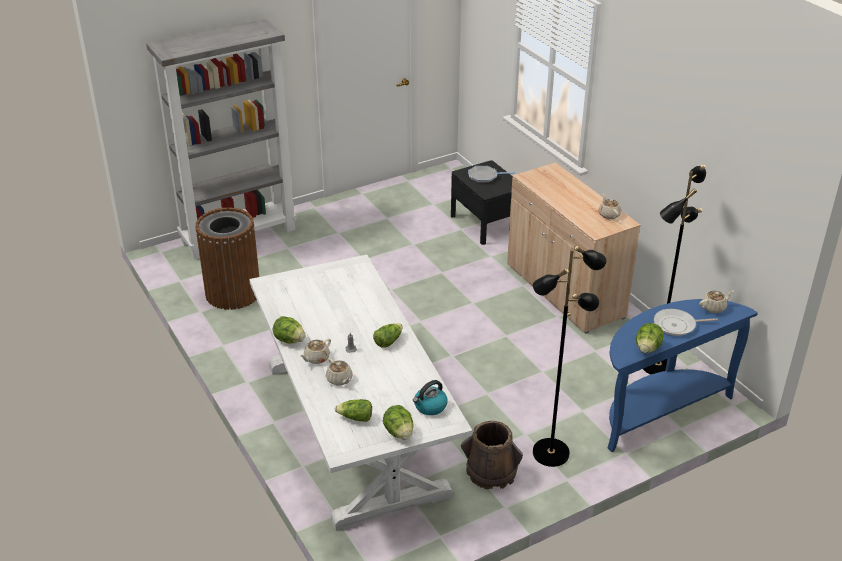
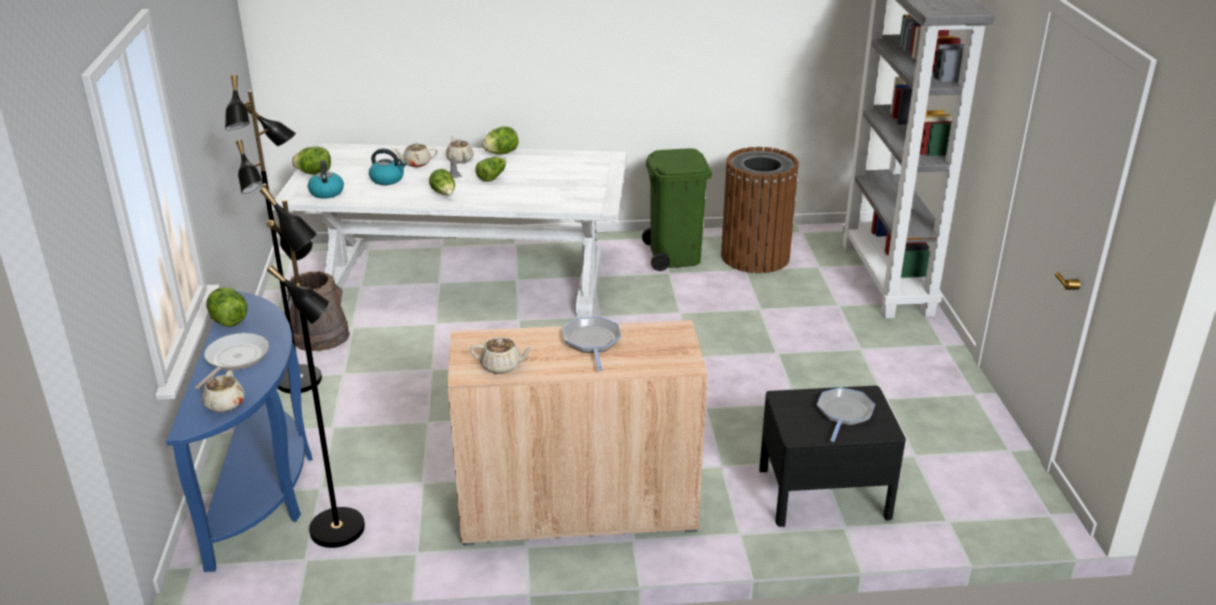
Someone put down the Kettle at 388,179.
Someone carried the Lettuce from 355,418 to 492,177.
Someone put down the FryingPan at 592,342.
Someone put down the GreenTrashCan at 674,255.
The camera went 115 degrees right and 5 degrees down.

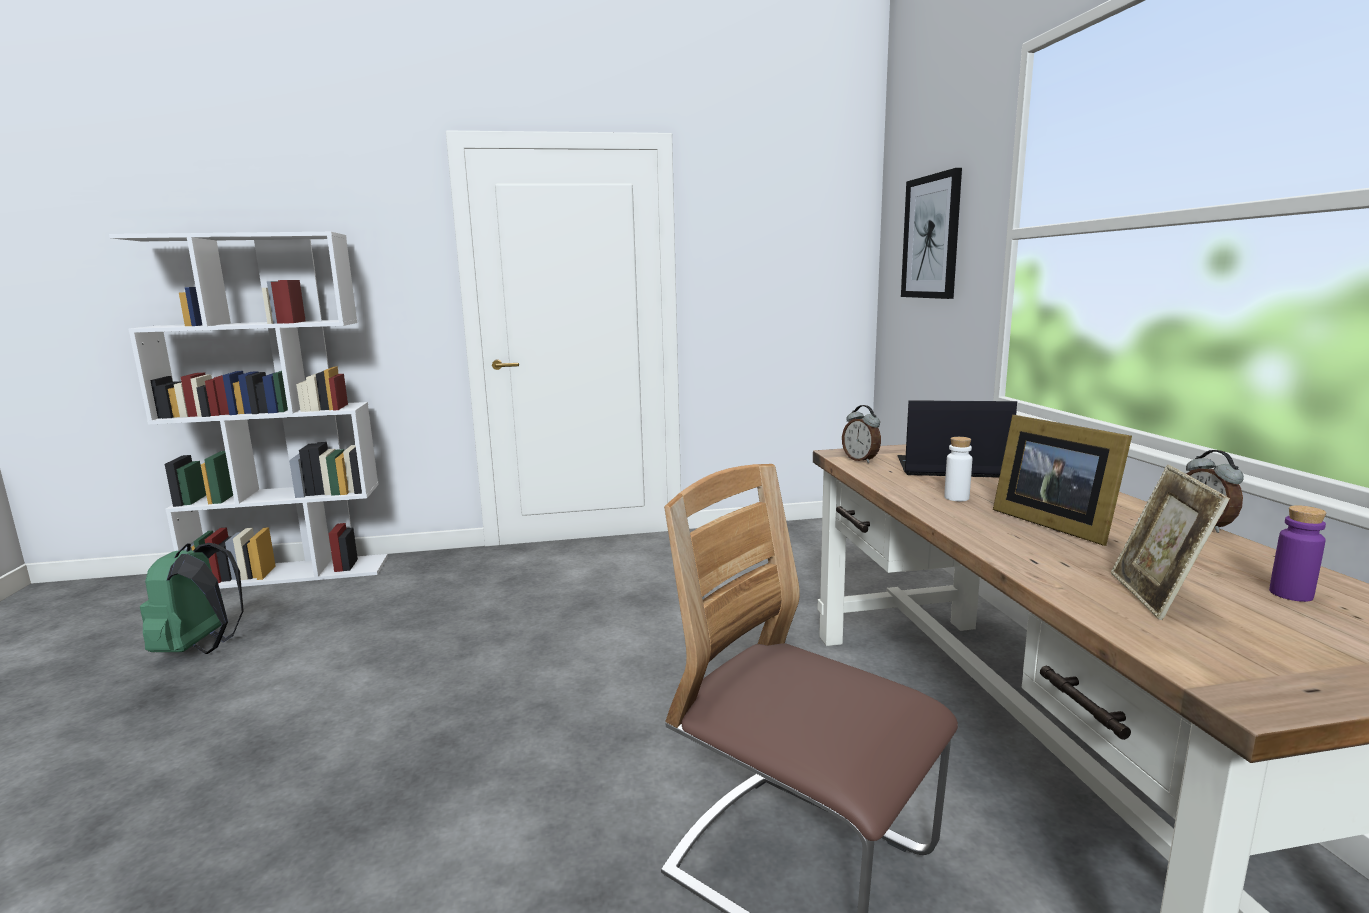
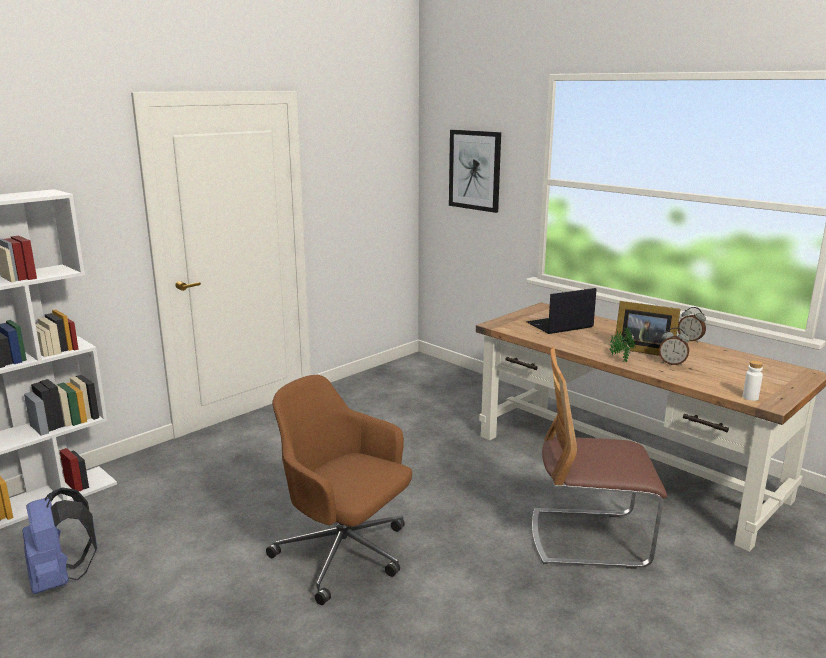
Someone repainted the GreenBackpack at 200,647, which became the BlueBackpack at 60,579.
Someone put down the BrownOfficeChair at 345,554.
Someone put down the PottedPlant at 620,359.
Someone carried the AlarmClock from 861,460 to 672,363.
Someone carried the WhiteBottle from 956,498 to 750,397.
Someone took away the PictureFrame at 1156,597.
Someone took away the PurpleBottle at 1291,594.
The camera went 35 degrees left and 5 degrees up.

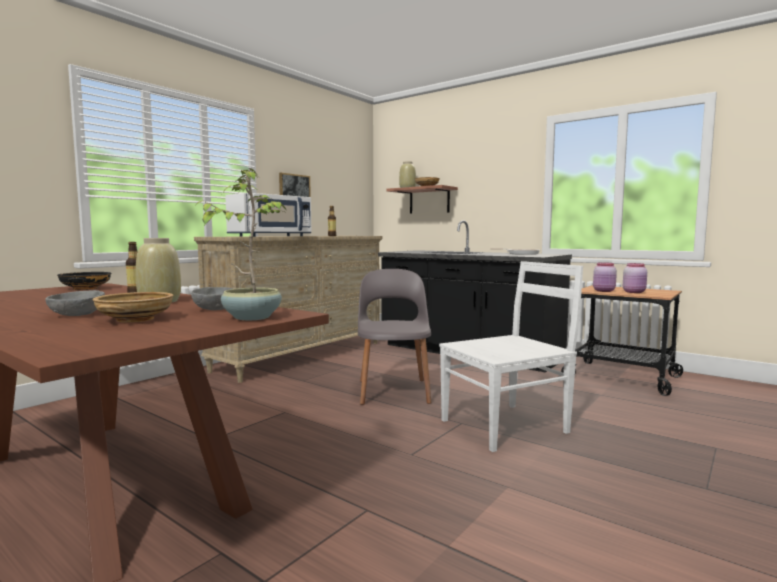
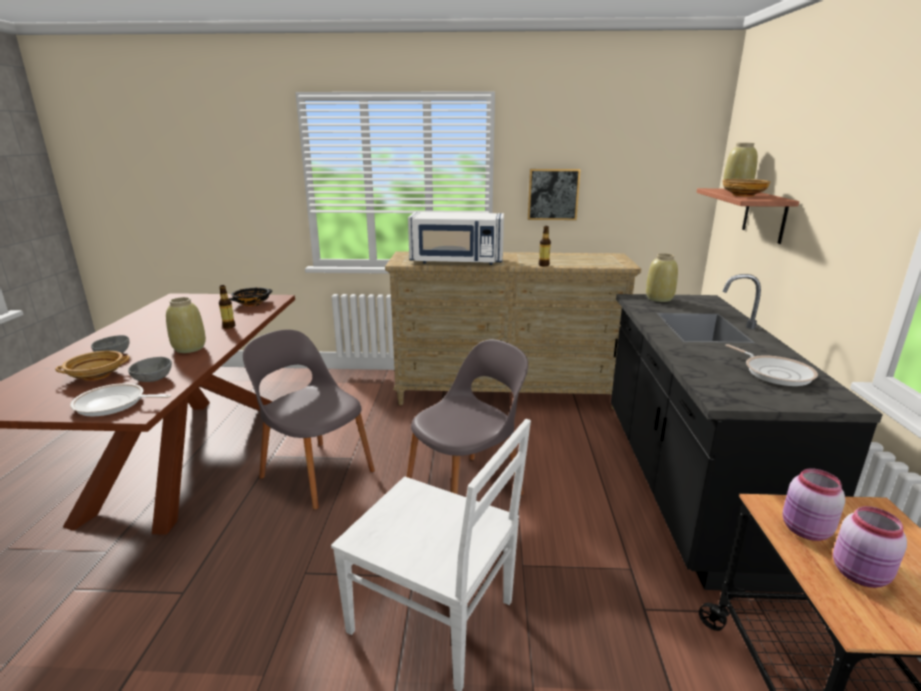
Someone swapped the PottedPlant at 251,317 for the FryingPan at 113,404.
Someone put down the GreyChair at 315,472.
Someone put down the BeigeVase at 659,298.
The camera went 55 degrees right and 15 degrees up.

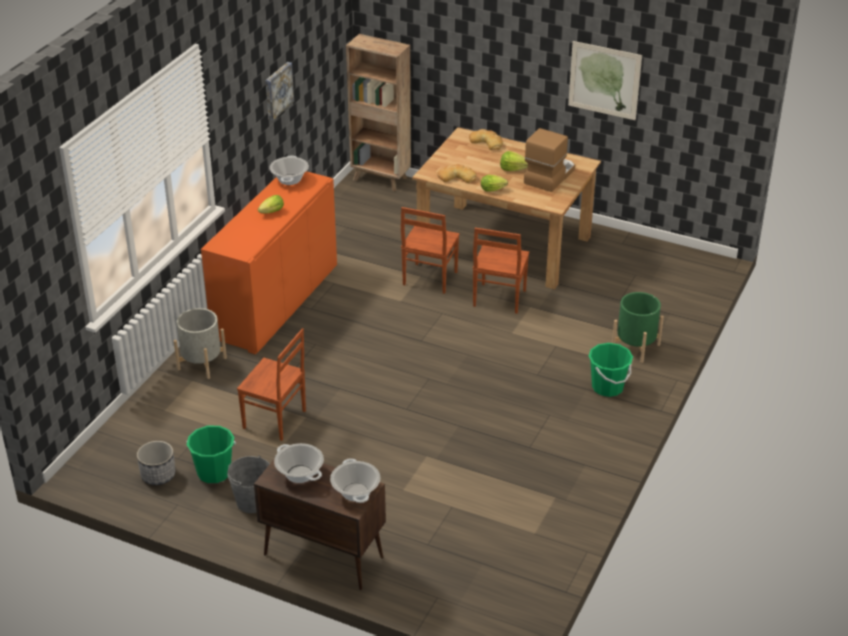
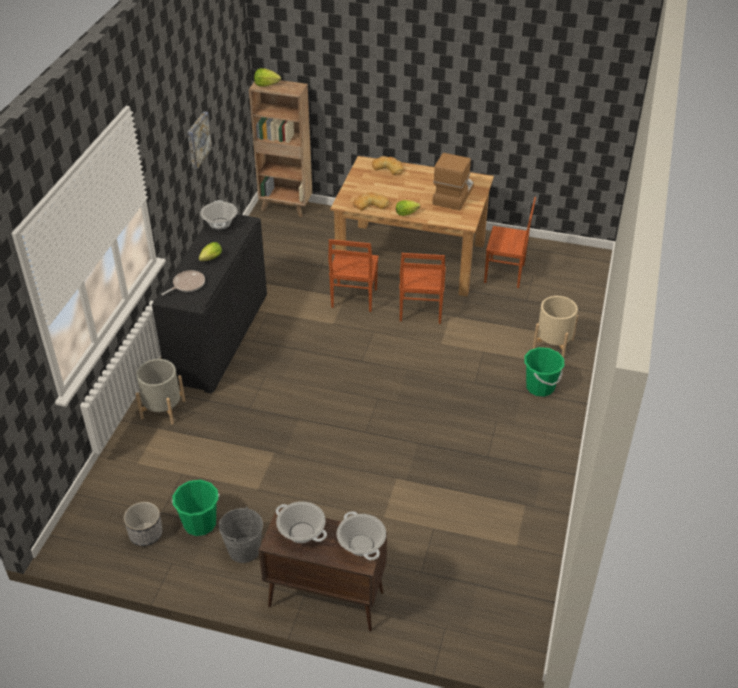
Someone repainted the OrangeCabinet at 276,302, which became the BlackCabinet at 219,338.
Someone put down the FryingPan at 187,284.
Someone carried the Lettuce from 513,169 to 266,84.
Someone carried the BrownChair from 275,420 to 505,274.
Someone repainted the GreenPlanter at 635,347, which became the BeigePlanter at 553,344.
Someone took away the Picture at 604,80.
The camera went 10 degrees left and 5 degrees up.

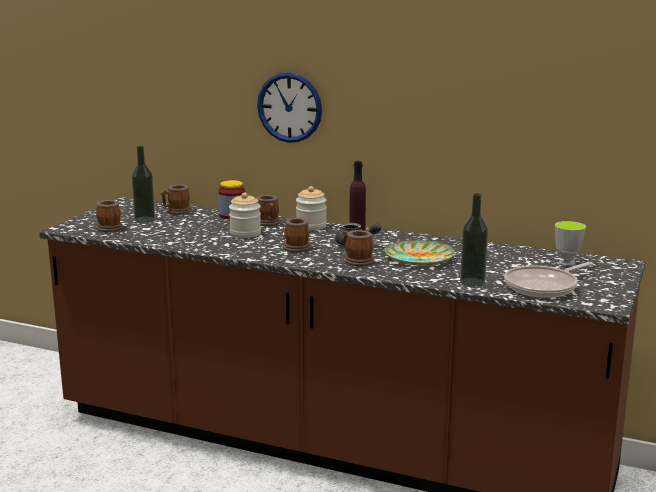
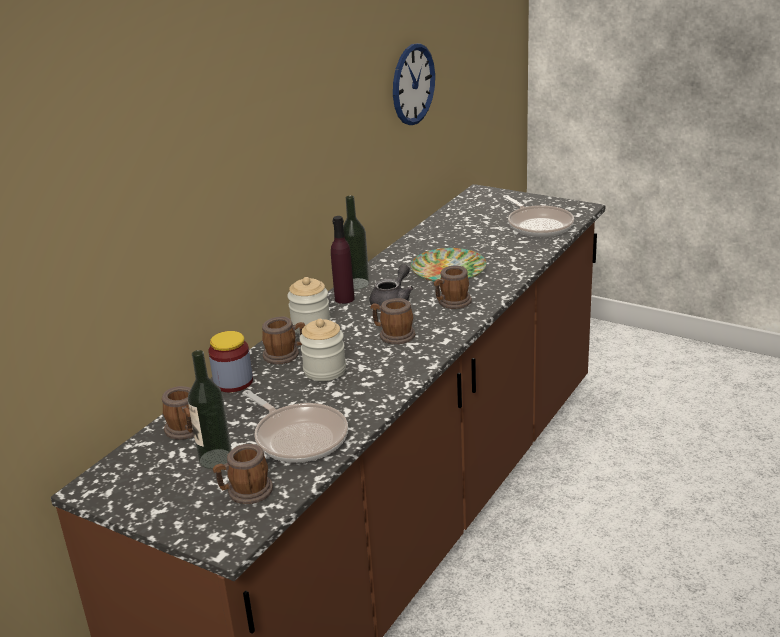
Someone put down the FryingPan at 298,437.
Someone carried the Bottle from 472,282 to 356,283.
Someone carried the WallClock from 289,107 to 413,84.
Someone took away the Cup at 567,263.
The camera went 80 degrees left and 10 degrees up.

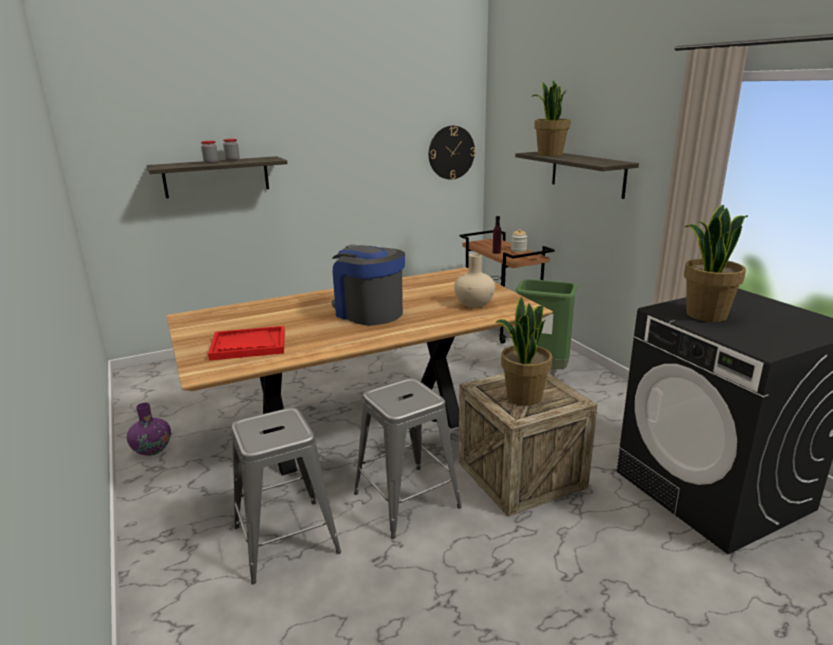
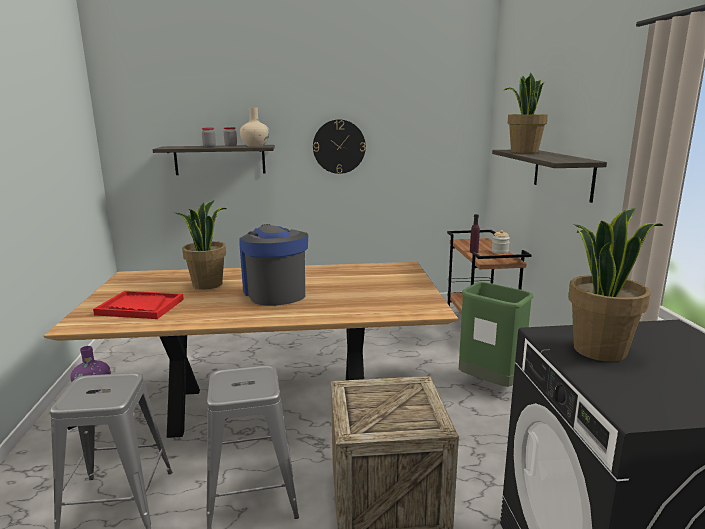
Someone carried the PottedPlant from 523,397 to 207,284.
Someone carried the BeigeVase from 474,304 to 255,146.
Someone carried the WallClock from 451,152 to 339,146.
The camera went 20 degrees right and 5 degrees down.

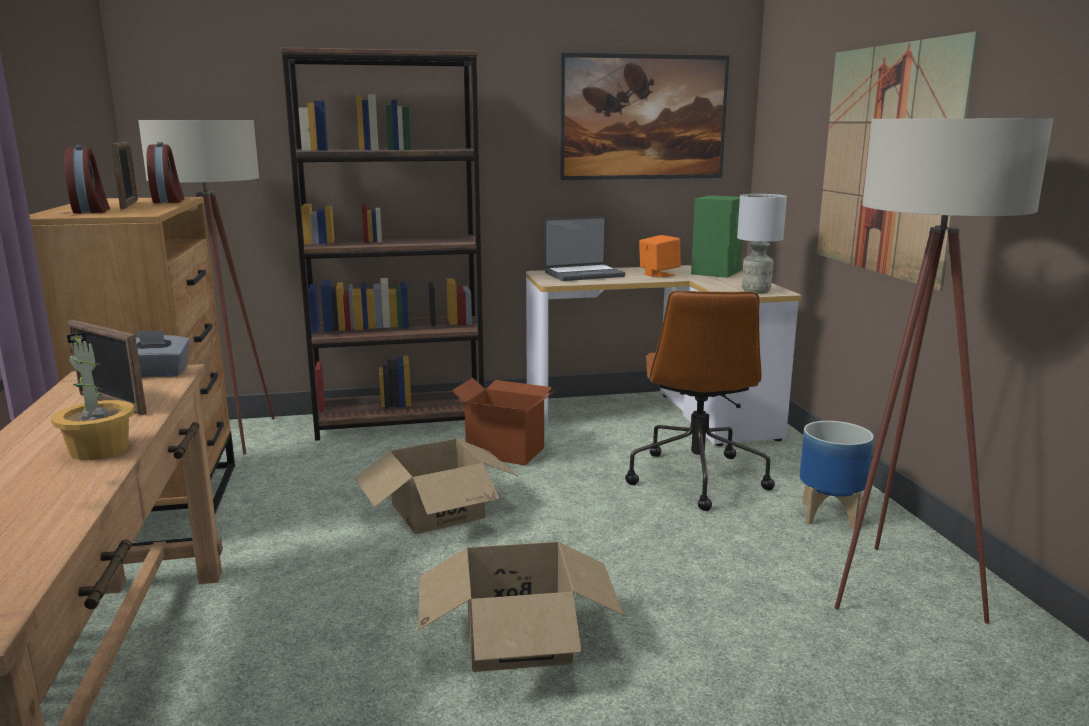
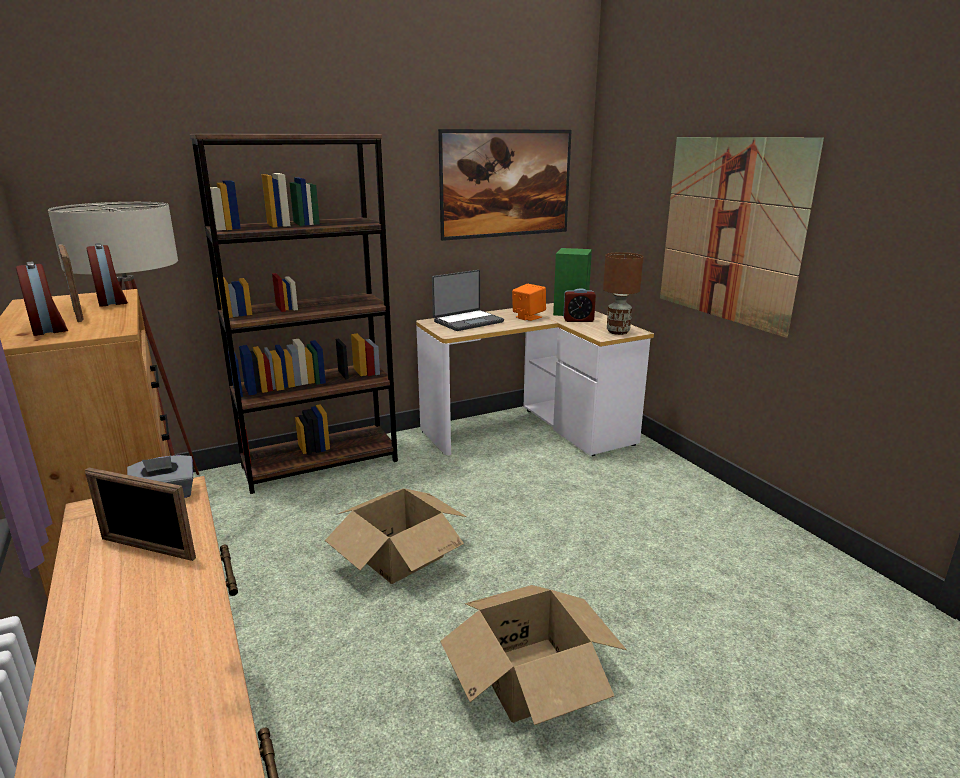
Someone put down the AlarmClock at 578,320.
Someone repainted the GreyTableLamp at 756,291, which became the BrownTableLamp at 618,332.
Someone took away the PottedPlant at 99,450.
Someone took away the CardboardBox at 505,451.
Someone took away the BrownOfficeChair at 696,477.
Someone took away the Planter at 829,516.
Someone took away the BeigeFloorLamp at 894,582.
The camera went 15 degrees left and 5 degrees up.

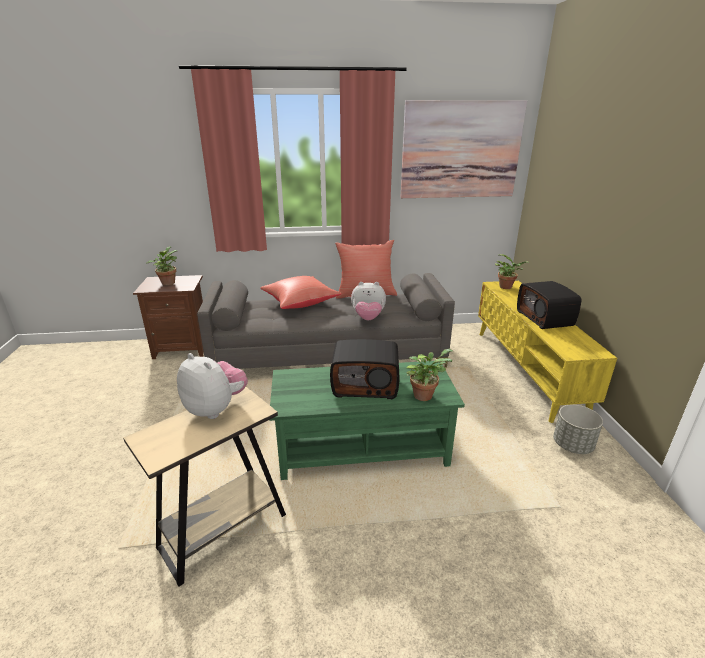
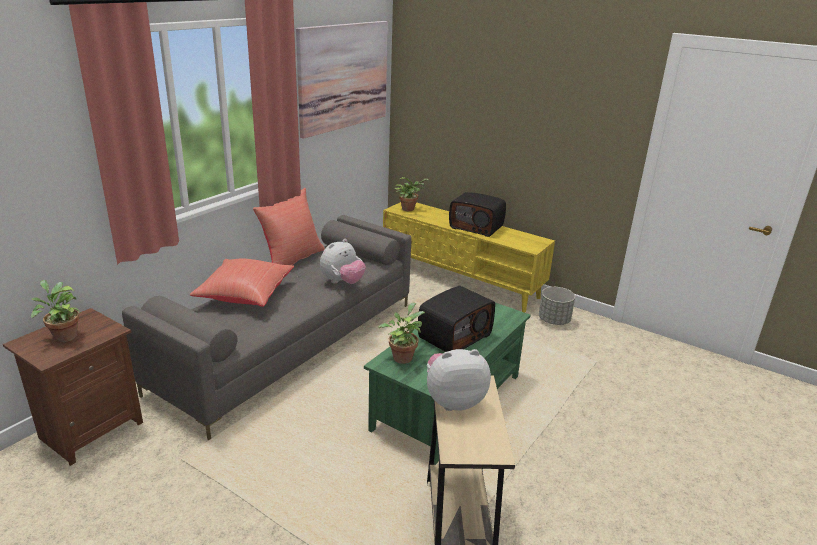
Someone carried the PottedPlant from 424,394 to 402,356.
The camera went 50 degrees left and 0 degrees up.

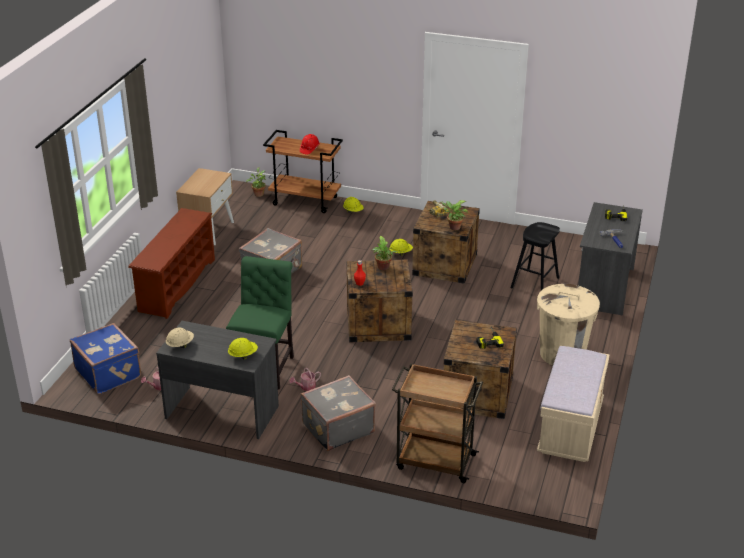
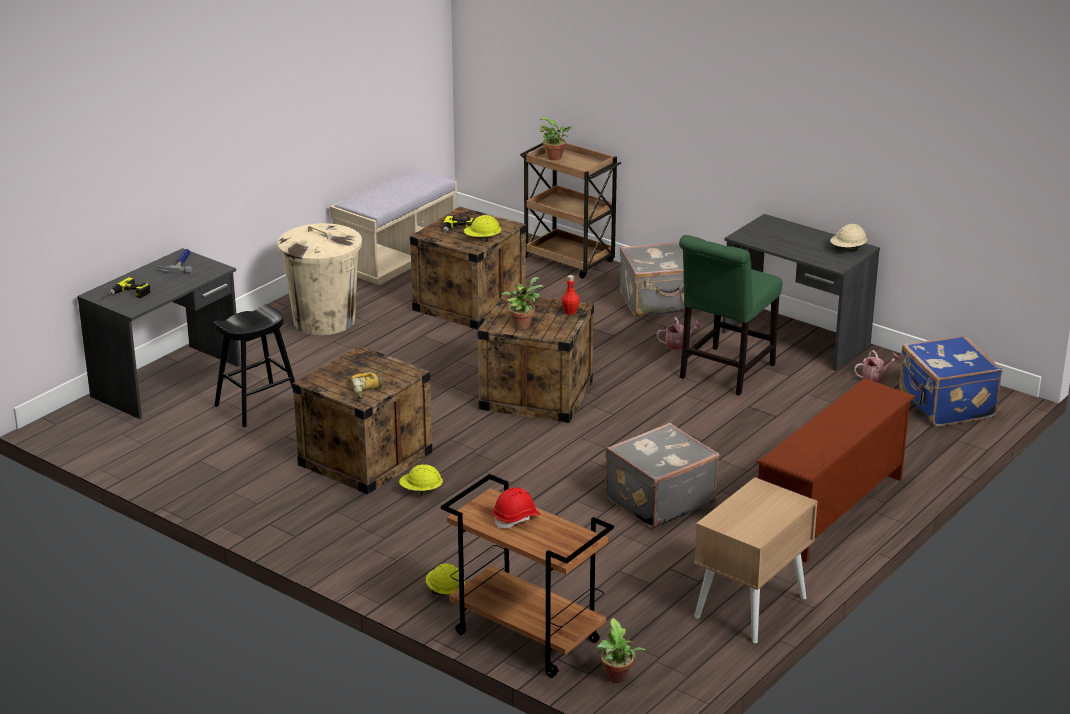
Someone carried the YellowHardHat from 243,355 to 482,239.
Someone carried the PottedPlant from 453,227 to 556,157.
The camera went 160 degrees left and 5 degrees down.

